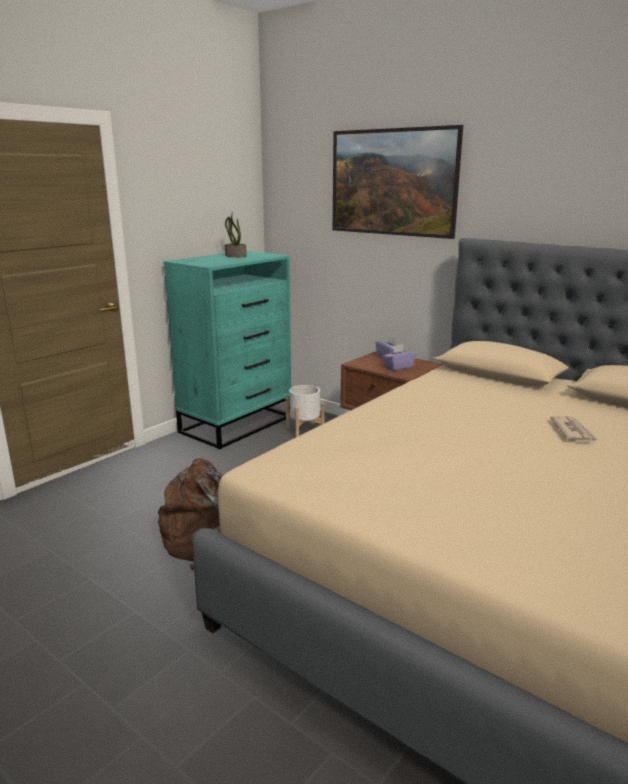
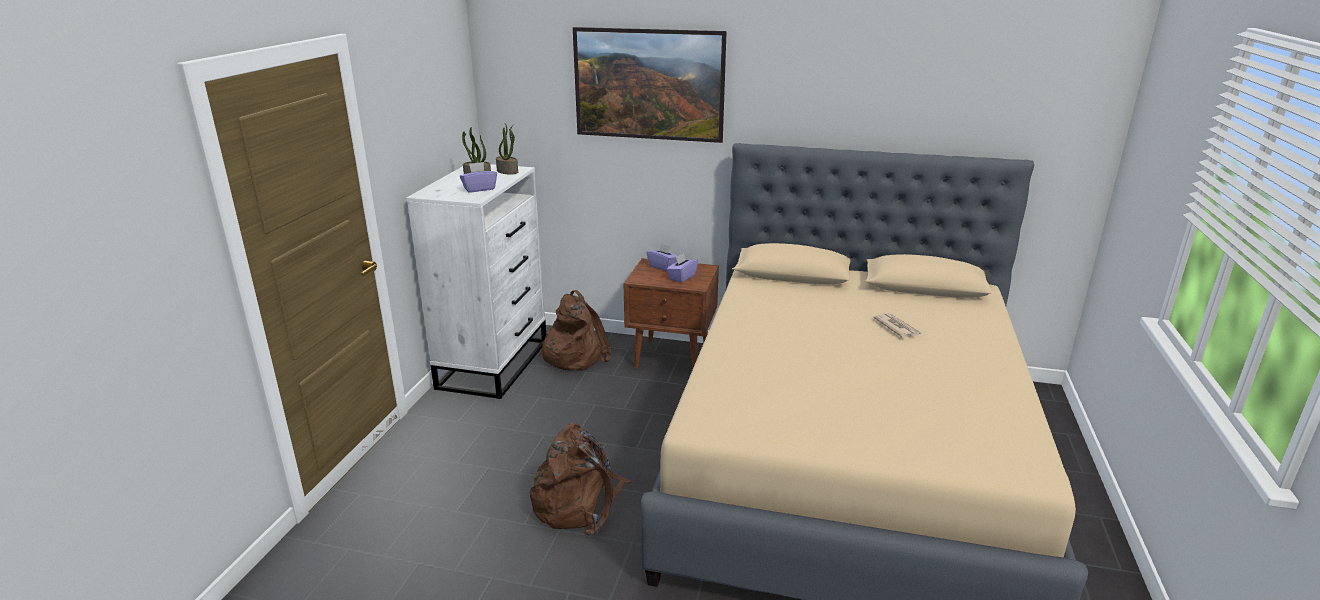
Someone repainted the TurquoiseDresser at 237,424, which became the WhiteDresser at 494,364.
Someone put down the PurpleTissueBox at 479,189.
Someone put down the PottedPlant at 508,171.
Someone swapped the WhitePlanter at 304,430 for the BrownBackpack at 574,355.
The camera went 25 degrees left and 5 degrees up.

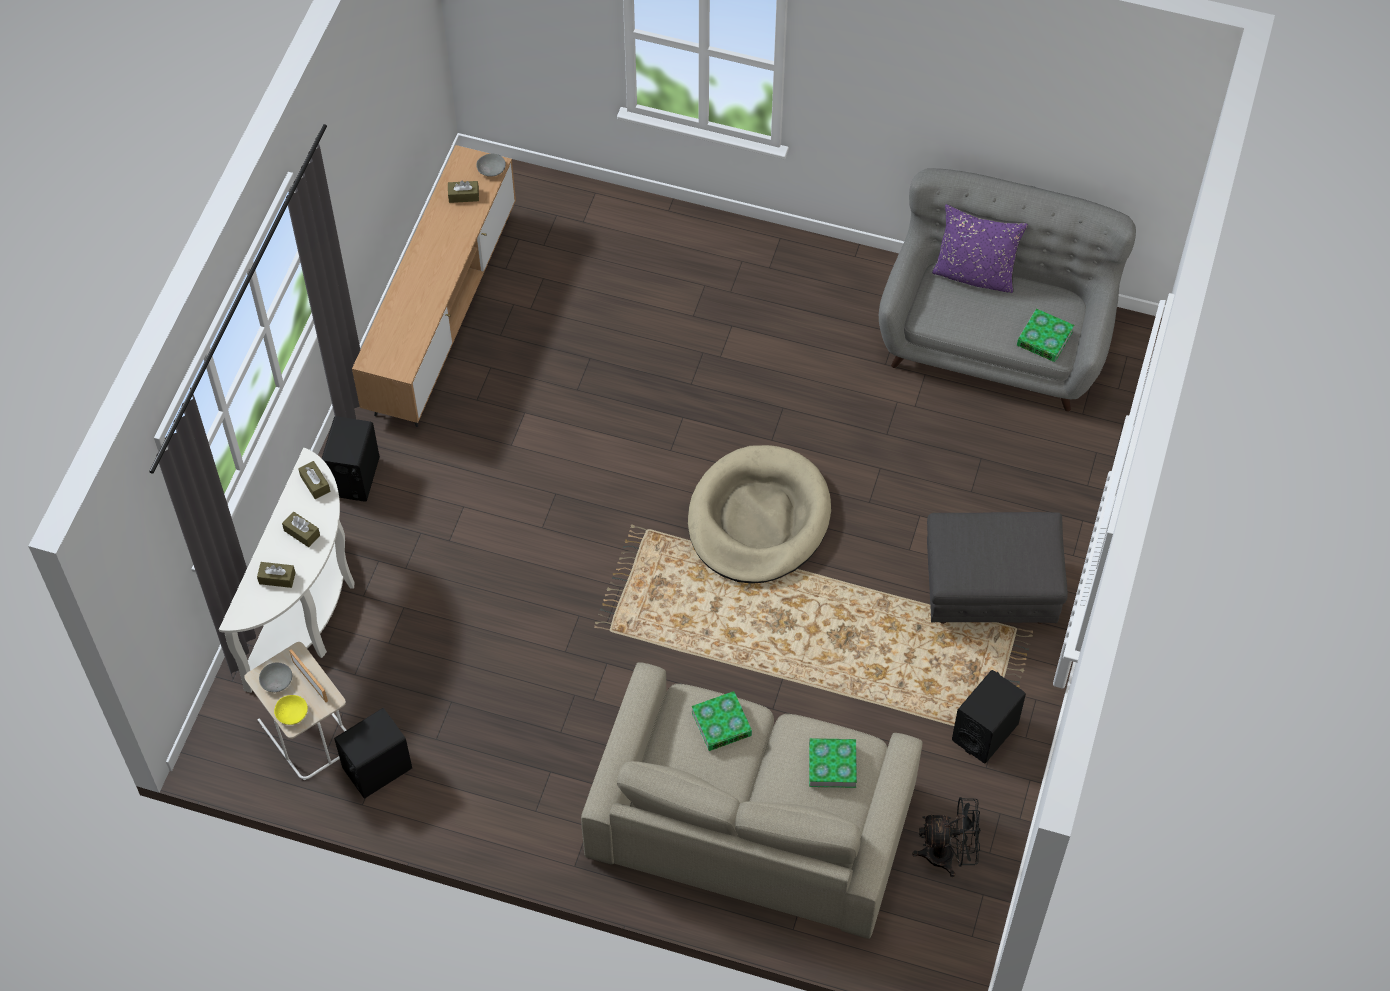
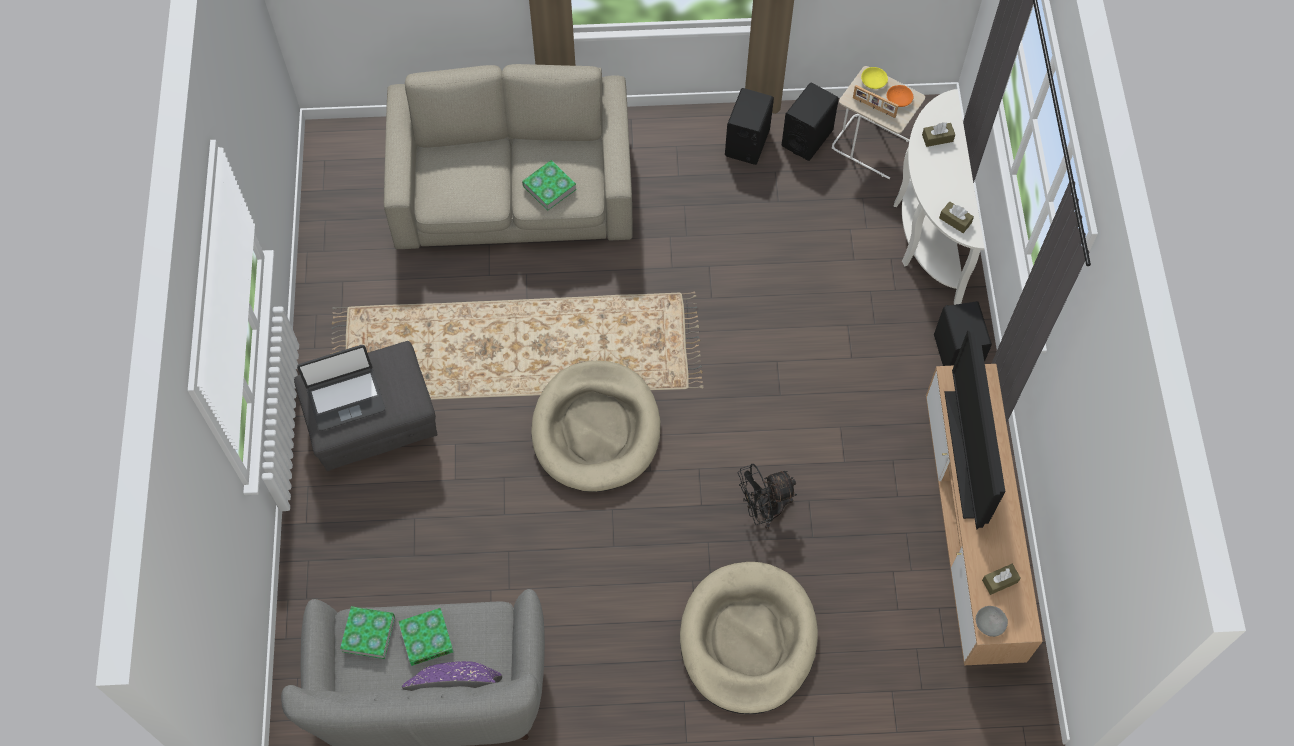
Someone put down the Laptop at 345,398.
Someone carried the Book from 832,765 to 426,638.
Someone put down the BeigeDogBed at 748,639.
Someone carried the BlackSpeaker from 985,732 to 747,143.
Someone carried the BlackFan from 948,855 to 763,509.
Someone repainted the GreyBowl at 276,681, which became the OrangeBowl at 899,99.
Someone put down the Television at 966,454.
Someone took away the BrownTissueBox at 302,533.
The camera went 160 degrees right and 5 degrees up.

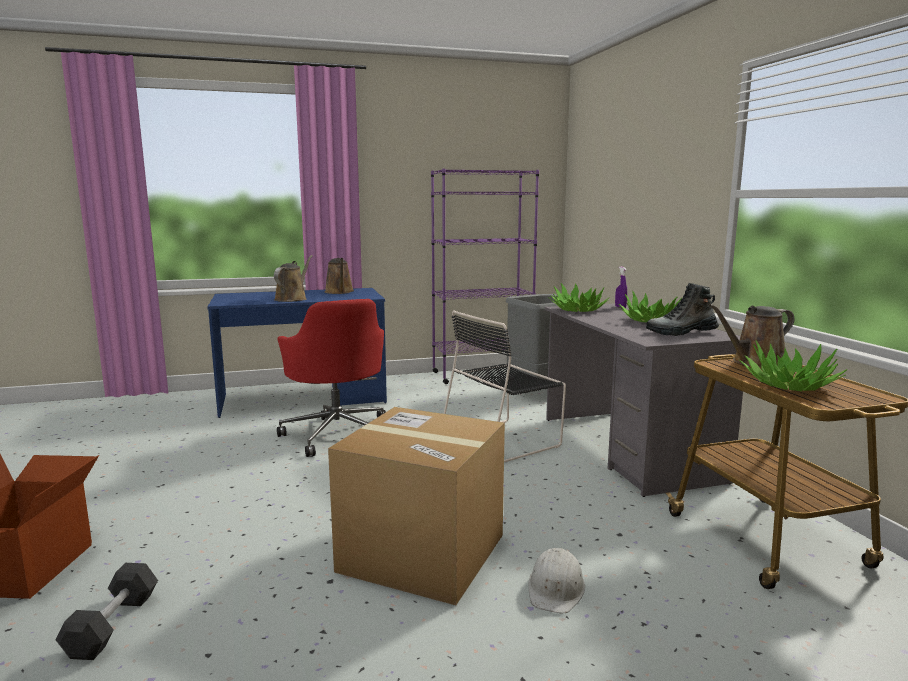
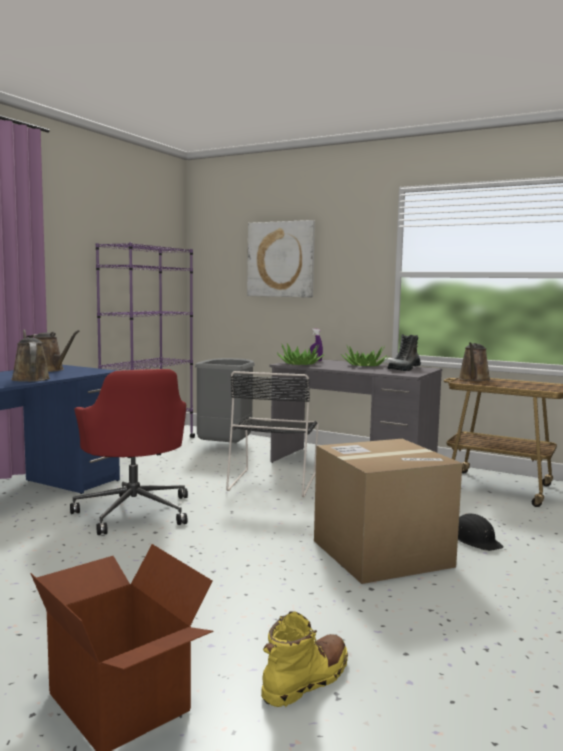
Someone rotated the RedOfficeChair at 338,433 by 45 degrees clockwise.
Someone put up the Picture at 281,259.
Someone swapped the BlackDumbbell at 112,625 for the YellowBoot at 306,680.
Someone repainted the WhiteHardHat at 556,588, which became the BlackHardHat at 475,540.
Someone took away the PottedPlant at 789,385.
The camera went 45 degrees left and 5 degrees down.

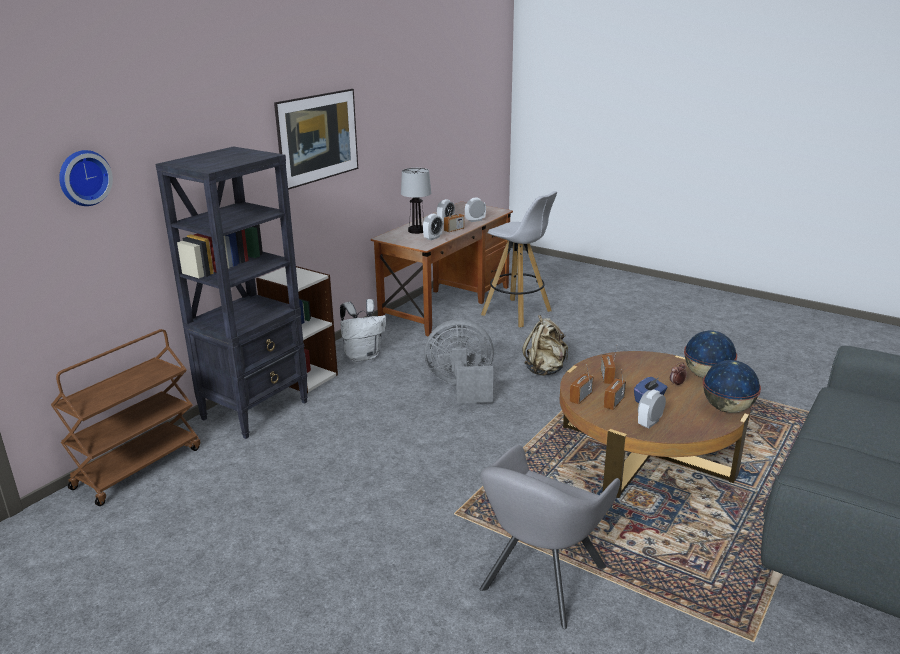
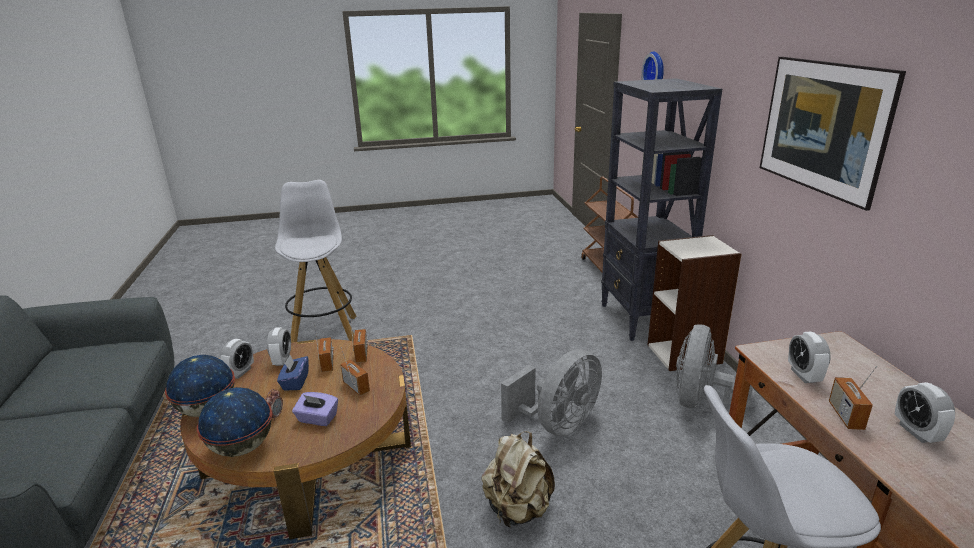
Someone carried the AlarmClock from 475,220 to 240,372.
Someone swapped the GreyArmchair at 541,582 for the WhiteStool at 324,333.
Someone put down the PurpleTissueBox at 317,419.
Someone swapped the WhiteBackpack at 363,356 for the GreyFan at 702,401.
Someone took away the TableLamp at 417,231.
The camera went 135 degrees right and 0 degrees up.

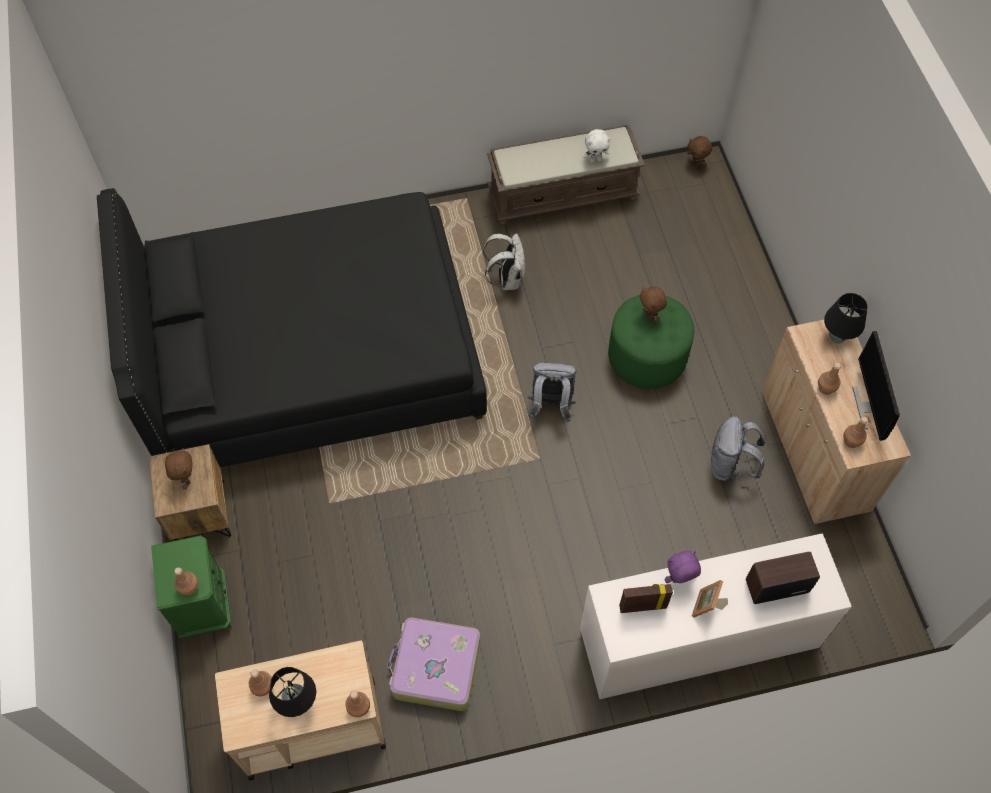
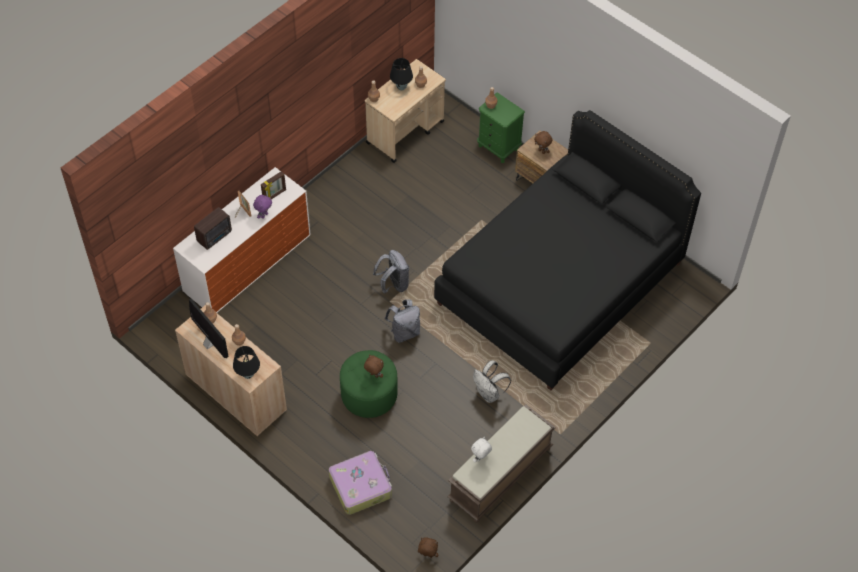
Someone carried the Suitcase from 435,668 to 361,486.
Someone carried the GreyBackpack from 730,465 to 393,284.
The camera went 145 degrees right and 5 degrees down.

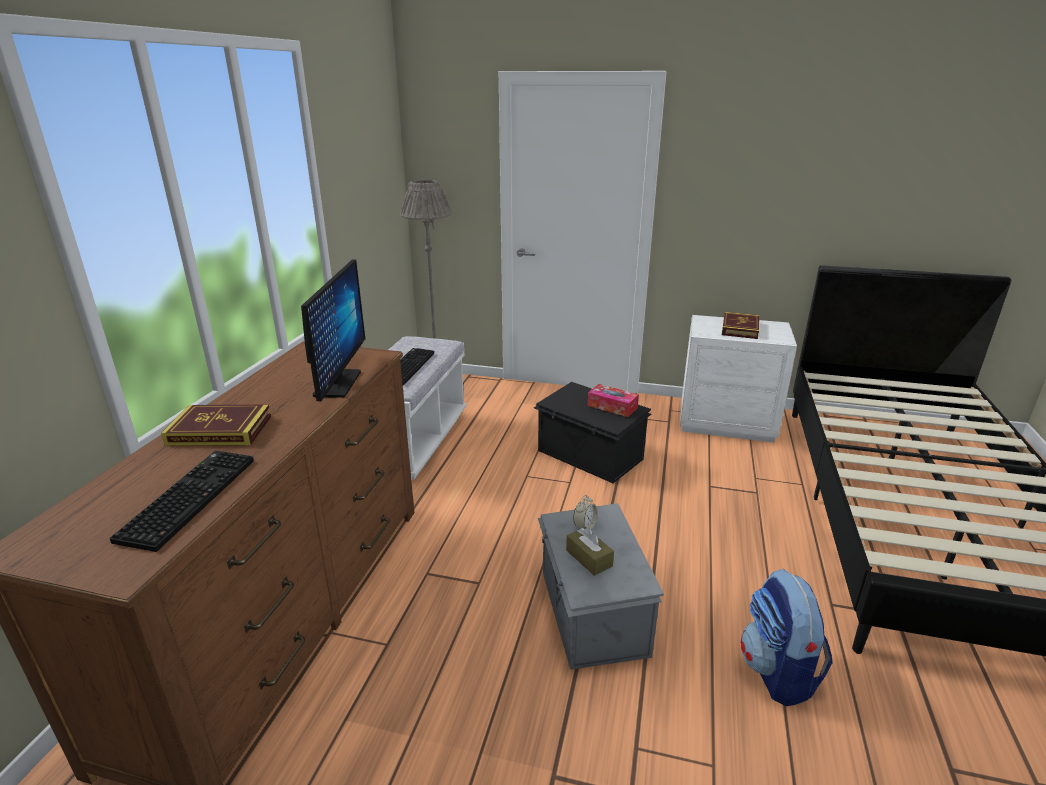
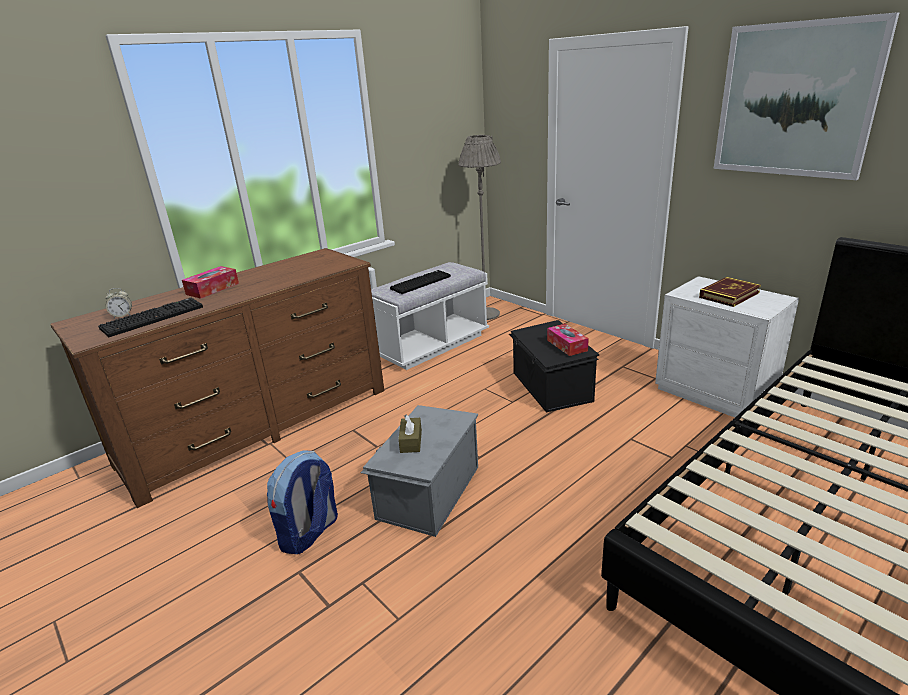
Someone carried the AlarmClock from 584,526 to 122,315.
Someone swapped the Book at 220,430 for the TissueBox at 212,289.
Someone carried the Backpack from 777,672 to 309,533.
Someone put up the Picture at 795,100.
Someone took away the Monitor at 337,383.
The camera went 35 degrees right and 0 degrees up.

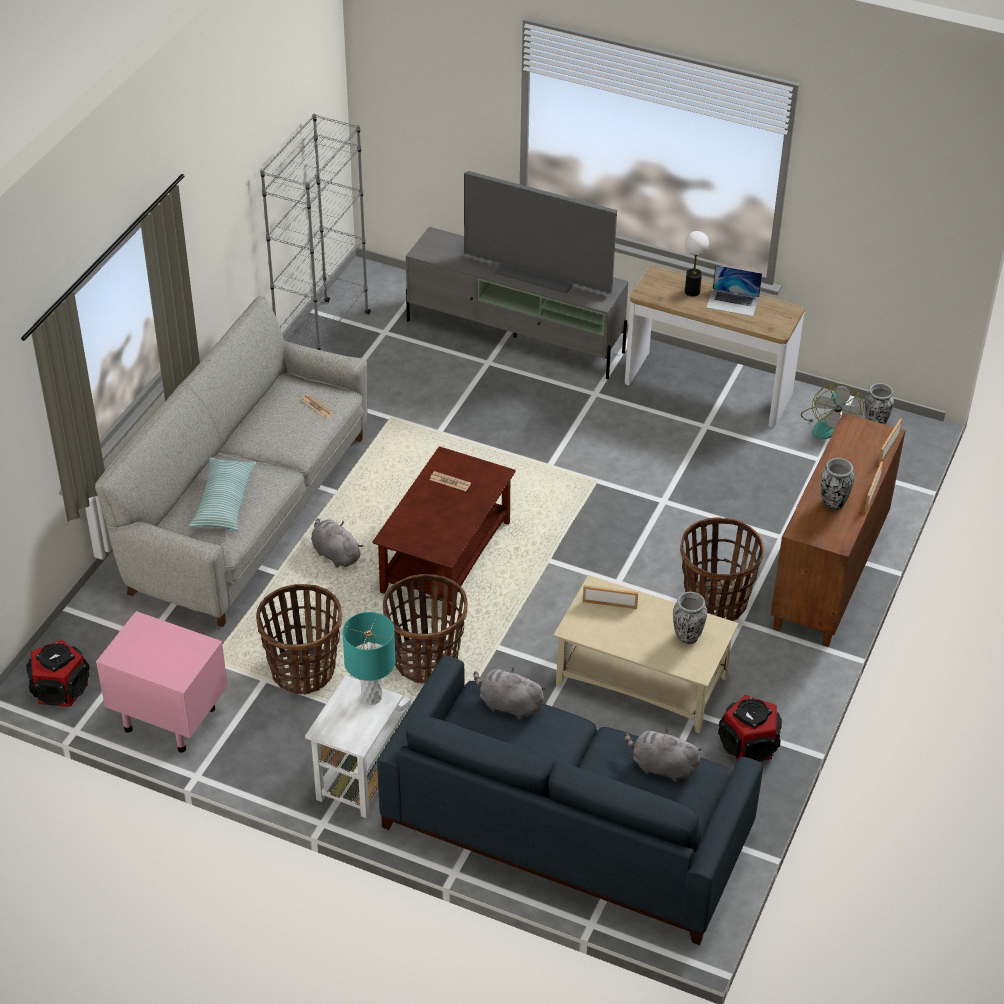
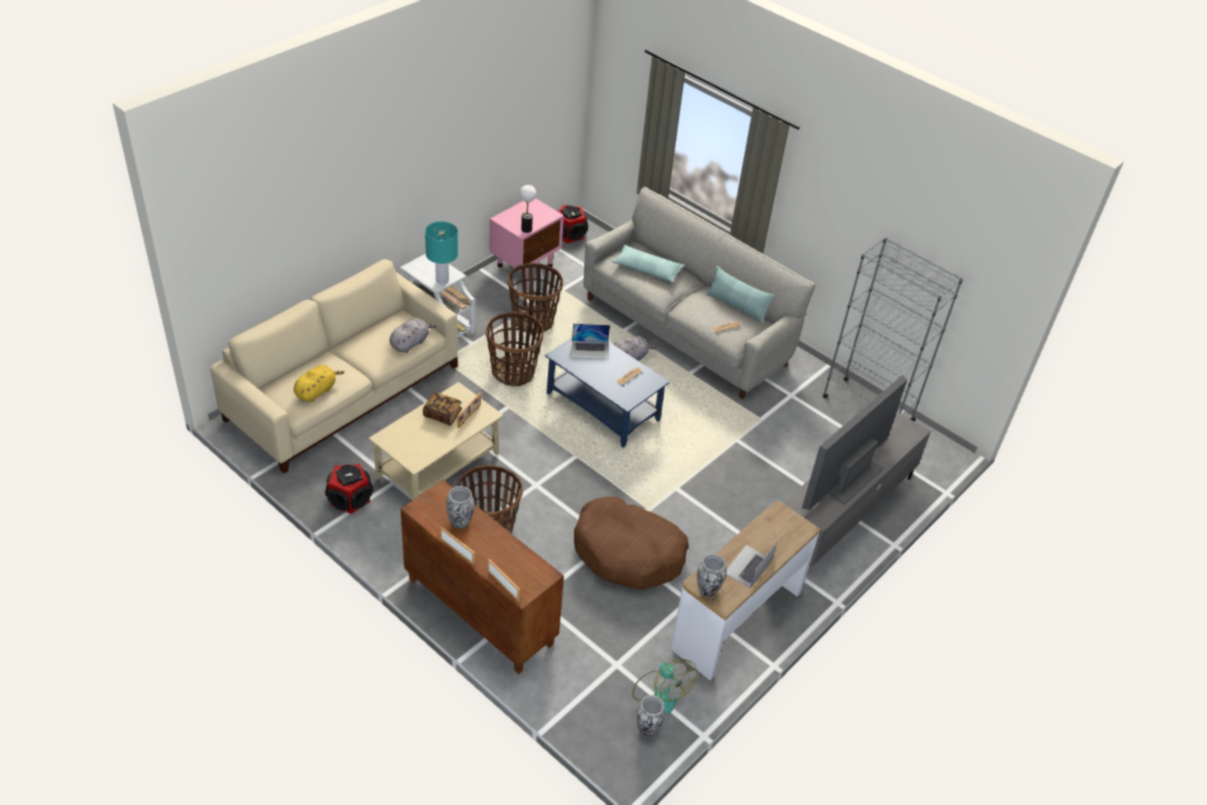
Someone repainted the BlueSofa at 566,827, which became the BeigeSofa at 345,393.
Someone repainted the GreyPlushToy at 661,767, which became the YellowPlushToy at 317,391.
Someone put down the Book at 442,414.
Someone carried the TableLamp from 692,291 to 526,229.
Someone repainted the BrownCoffeeTable at 446,556, which became the BlueCoffeeTable at 603,407.
Someone put down the Laptop at 590,350.
Someone put down the BrownDogBed at 628,553.
Someone rotated the Fan at 828,423 by 150 degrees counterclockwise.
Someone carried the Vase from 687,637 to 708,590.
Someone put down the Pillow at 737,307.
The camera went 105 degrees right and 0 degrees up.

